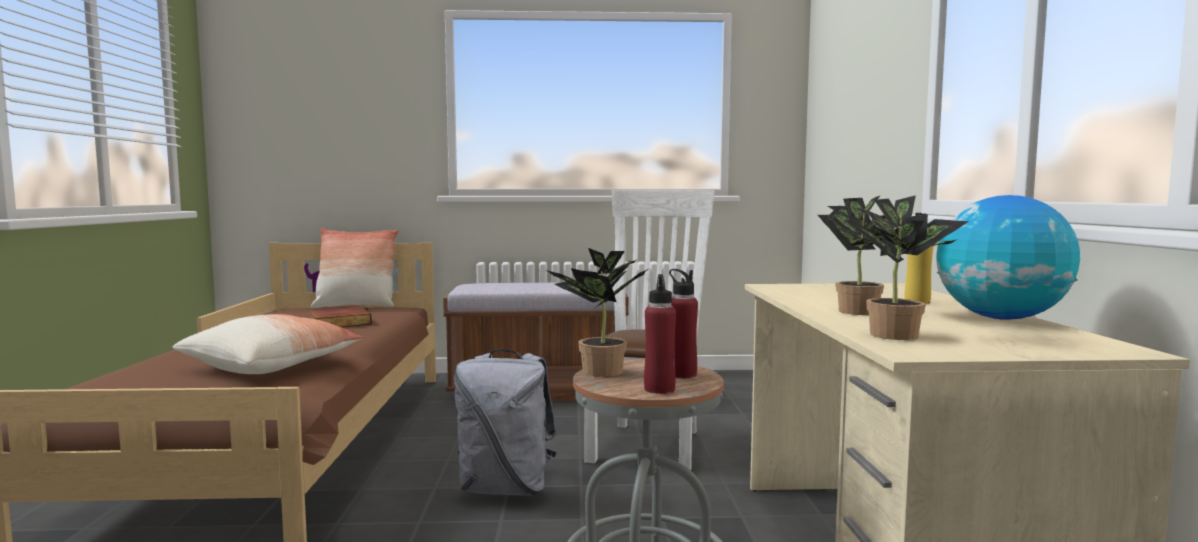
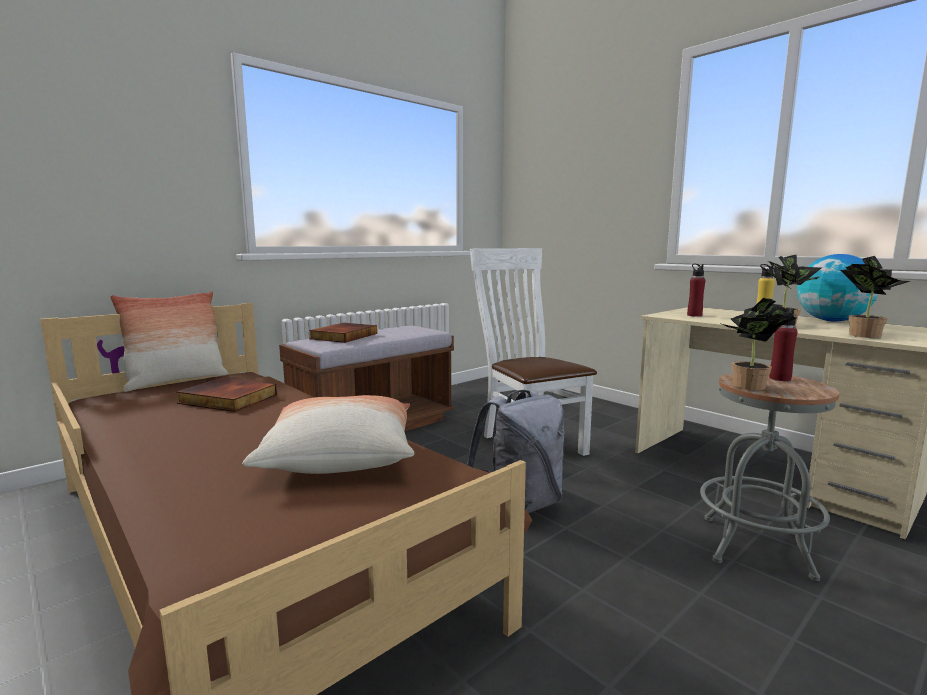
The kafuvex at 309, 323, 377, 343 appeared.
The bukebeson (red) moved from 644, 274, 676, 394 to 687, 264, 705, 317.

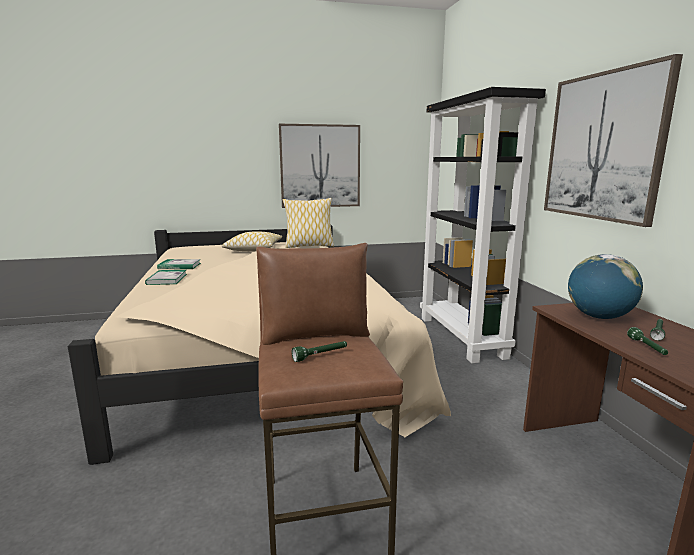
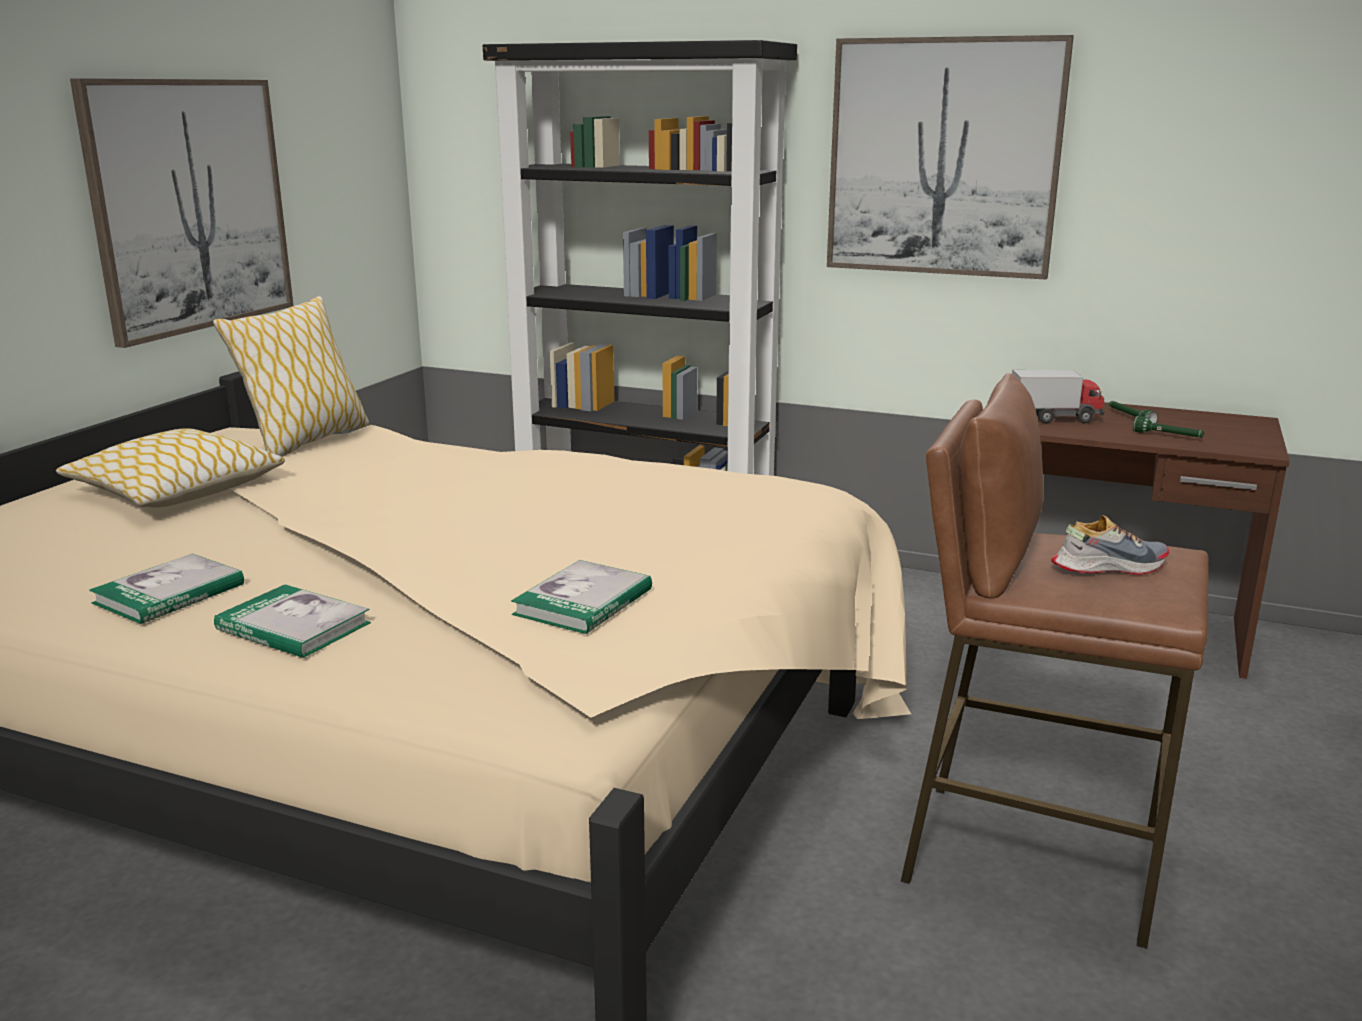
The kafuvex at 511, 560, 652, 634 appeared.
The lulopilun at 568, 254, 643, 319 was replaced by the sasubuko at 1012, 370, 1104, 423.
The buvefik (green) at 292, 341, 347, 362 was replaced by the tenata at 1051, 515, 1169, 575.

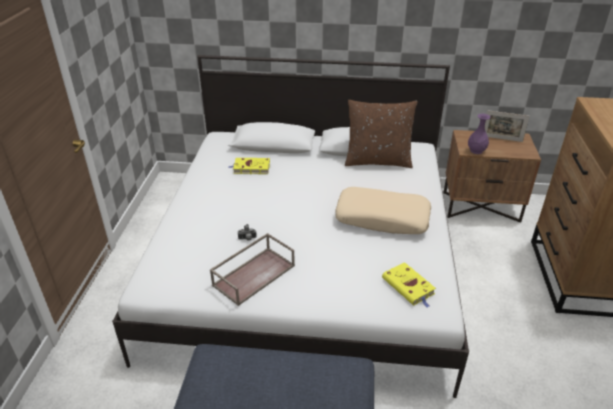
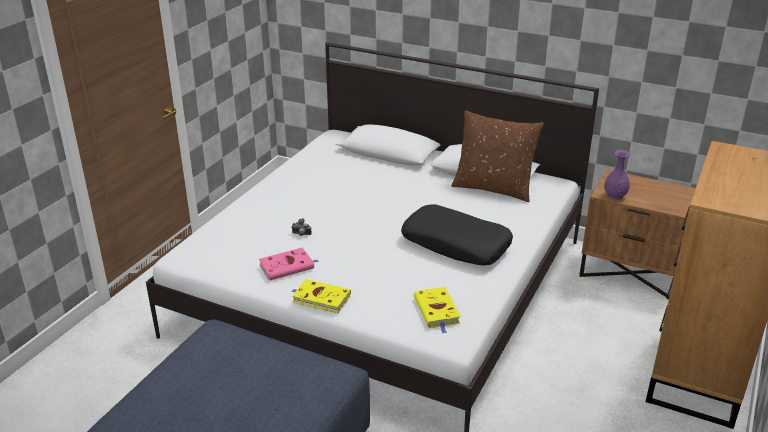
The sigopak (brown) at 210, 233, 295, 306 was replaced by the kafuvex (pink) at 259, 248, 319, 281.
The kafuvex (yellow) moved from 229, 158, 270, 174 to 291, 279, 351, 314.
The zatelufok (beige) at 335, 187, 431, 234 became the zatelufok (black) at 401, 204, 513, 266.
The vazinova at 485, 110, 530, 142 disappeared.

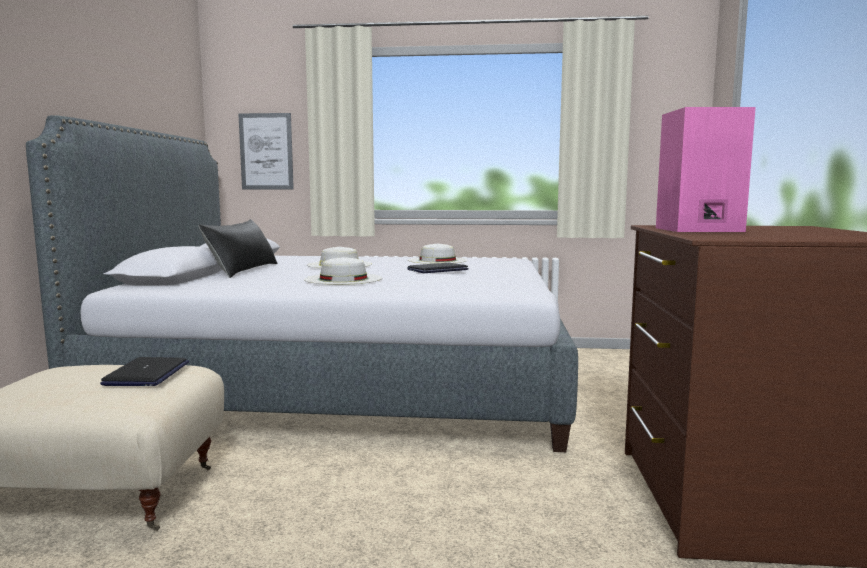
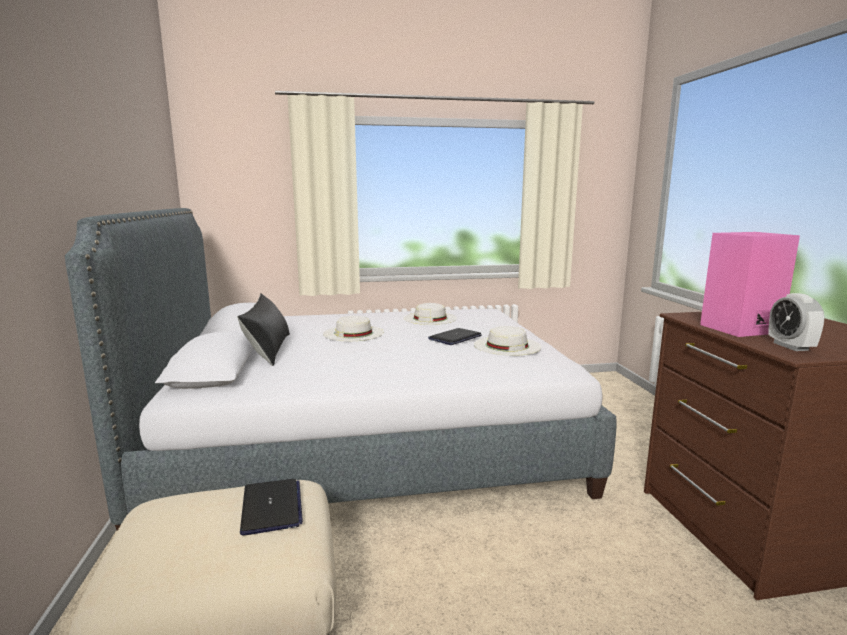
The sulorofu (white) moved from 304, 257, 382, 285 to 474, 326, 541, 356.
The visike at 768, 293, 824, 351 appeared.
The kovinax at 238, 113, 294, 189 disappeared.

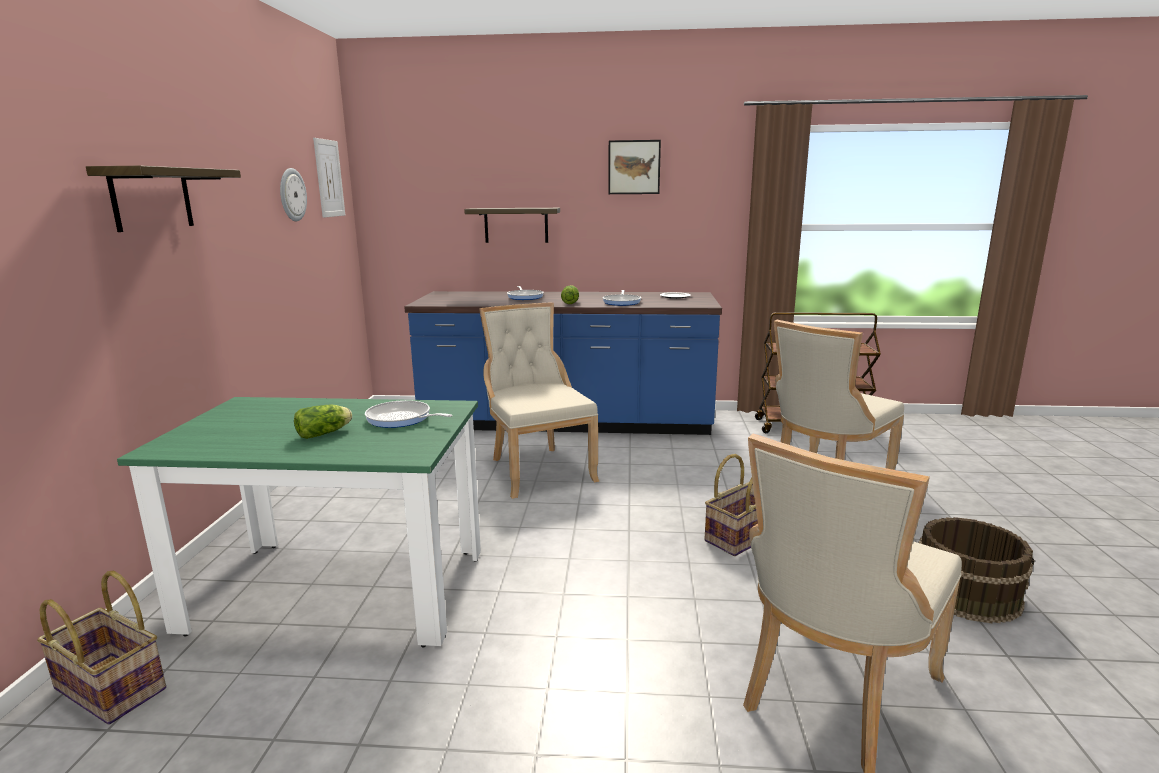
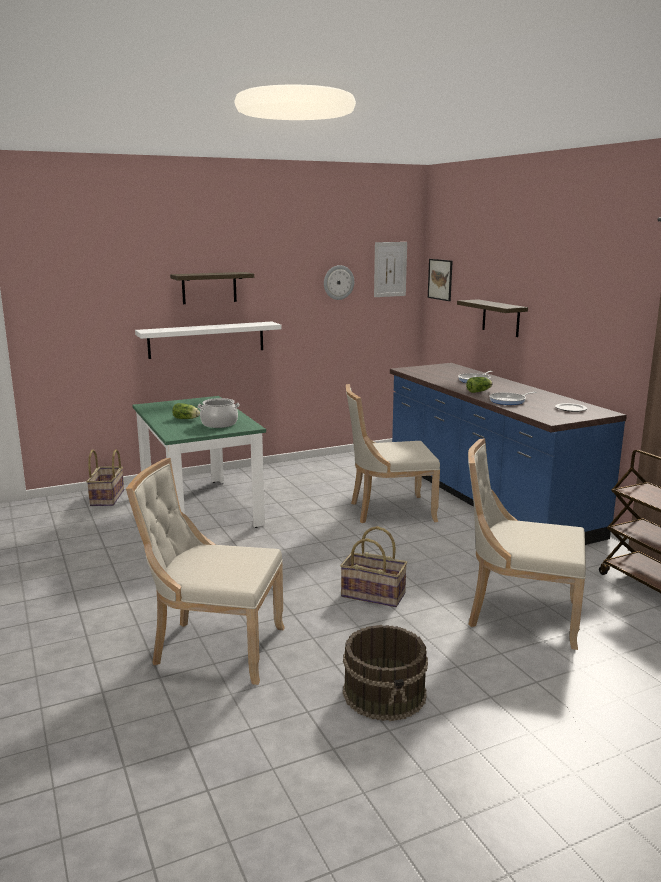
The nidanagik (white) at 135, 322, 281, 359 appeared.
The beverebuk at 365, 400, 453, 428 was replaced by the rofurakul at 197, 398, 240, 428.
The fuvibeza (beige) at 479, 303, 599, 499 turned 135 degrees counterclockwise.
The kovinax moved from 608, 140, 661, 194 to 428, 259, 453, 301.

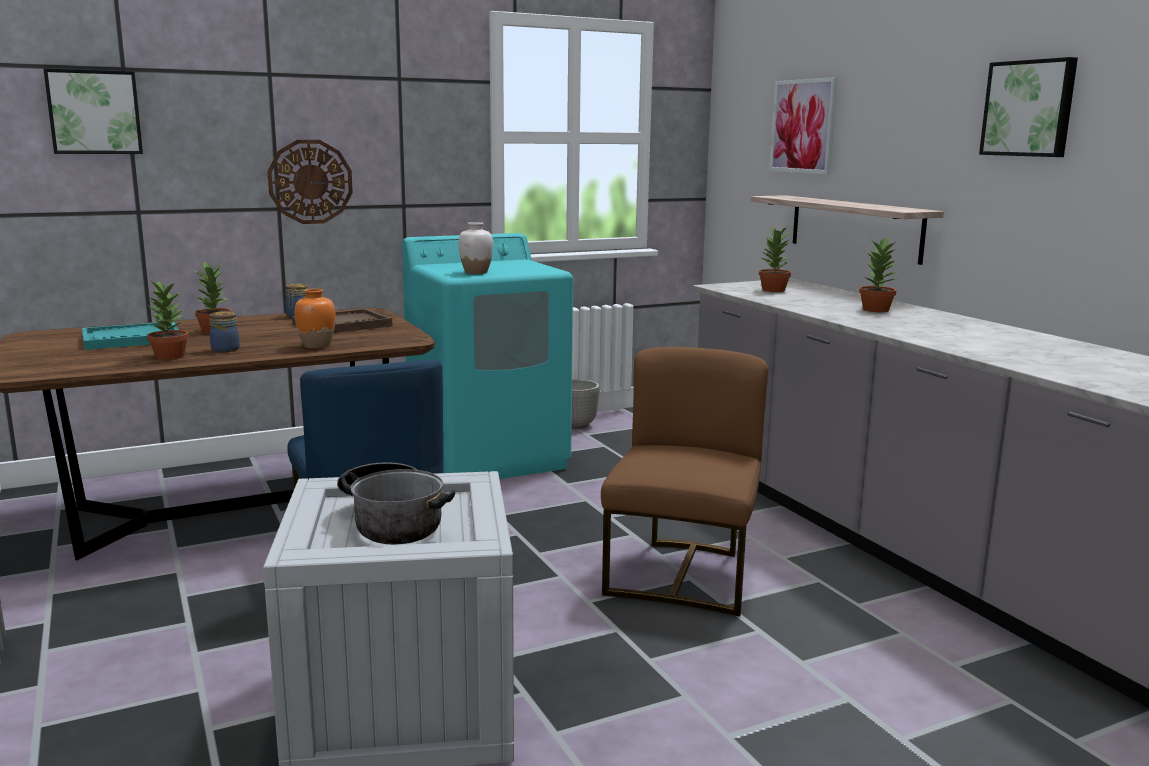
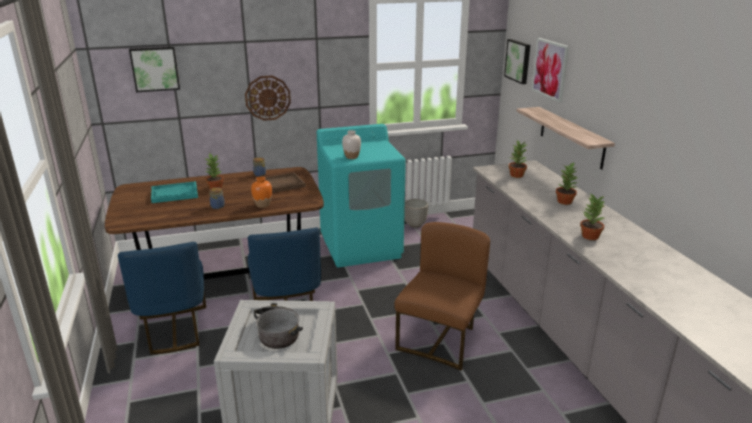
The fuvibeza (blue) at 118, 242, 206, 354 appeared.
The kovinax moved from 979, 57, 1078, 157 to 504, 39, 530, 84.
The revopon moved from 147, 281, 189, 360 to 580, 193, 605, 240.

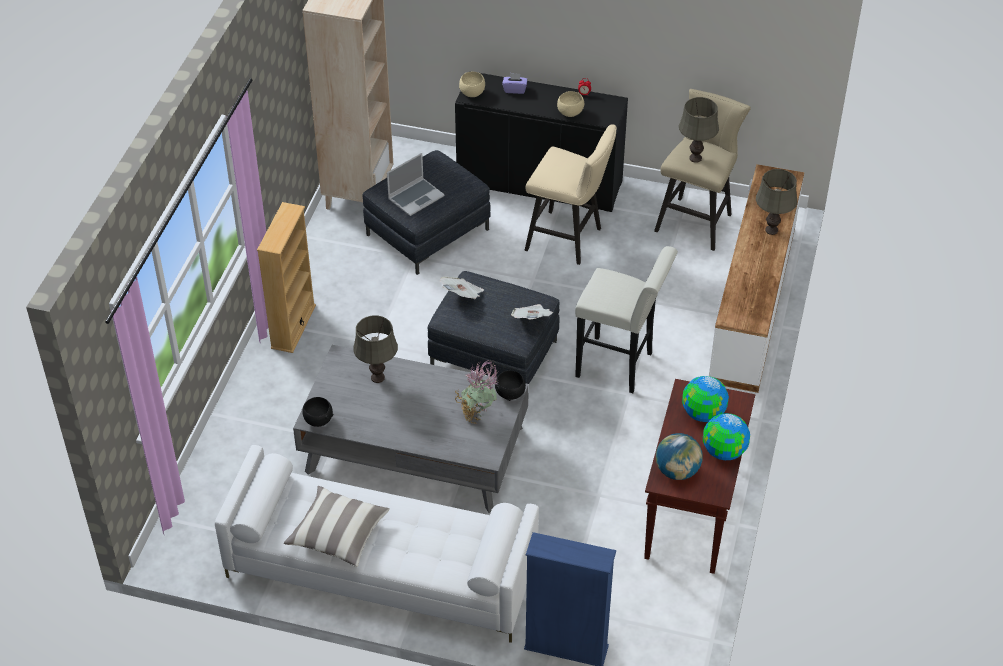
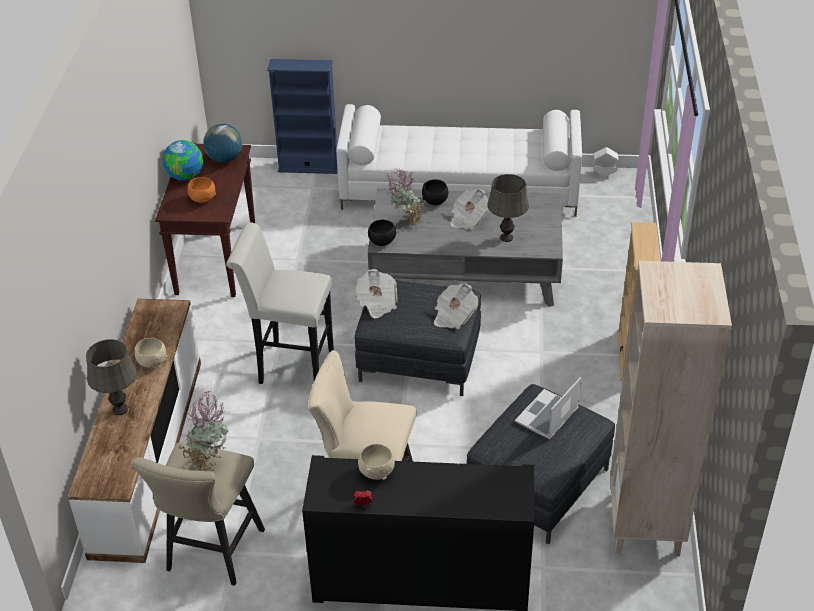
The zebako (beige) moved from 459, 72, 485, 97 to 134, 338, 167, 368.
The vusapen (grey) at 679, 97, 719, 163 was replaced by the revopon at 177, 391, 228, 471.
The lulopilun at 682, 376, 729, 422 was replaced by the zebako (orange) at 187, 177, 216, 203.
The zebako (black) moved from 302, 397, 333, 427 to 422, 179, 448, 205.
The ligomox at 450, 189, 489, 229 appeared.
The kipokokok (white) at 593, 147, 619, 177 appeared.
The zatelufok at 284, 486, 390, 567 disappeared.
The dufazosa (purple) at 502, 73, 527, 94 disappeared.

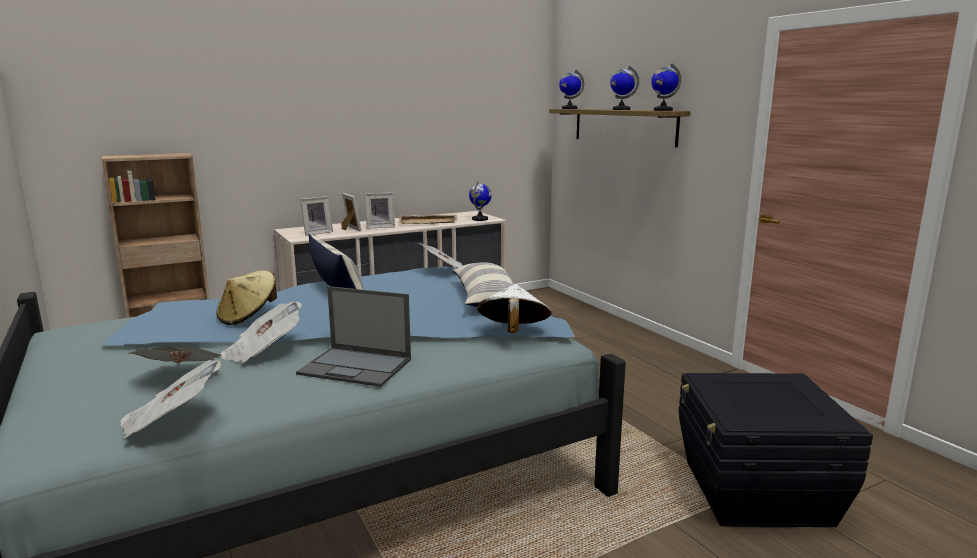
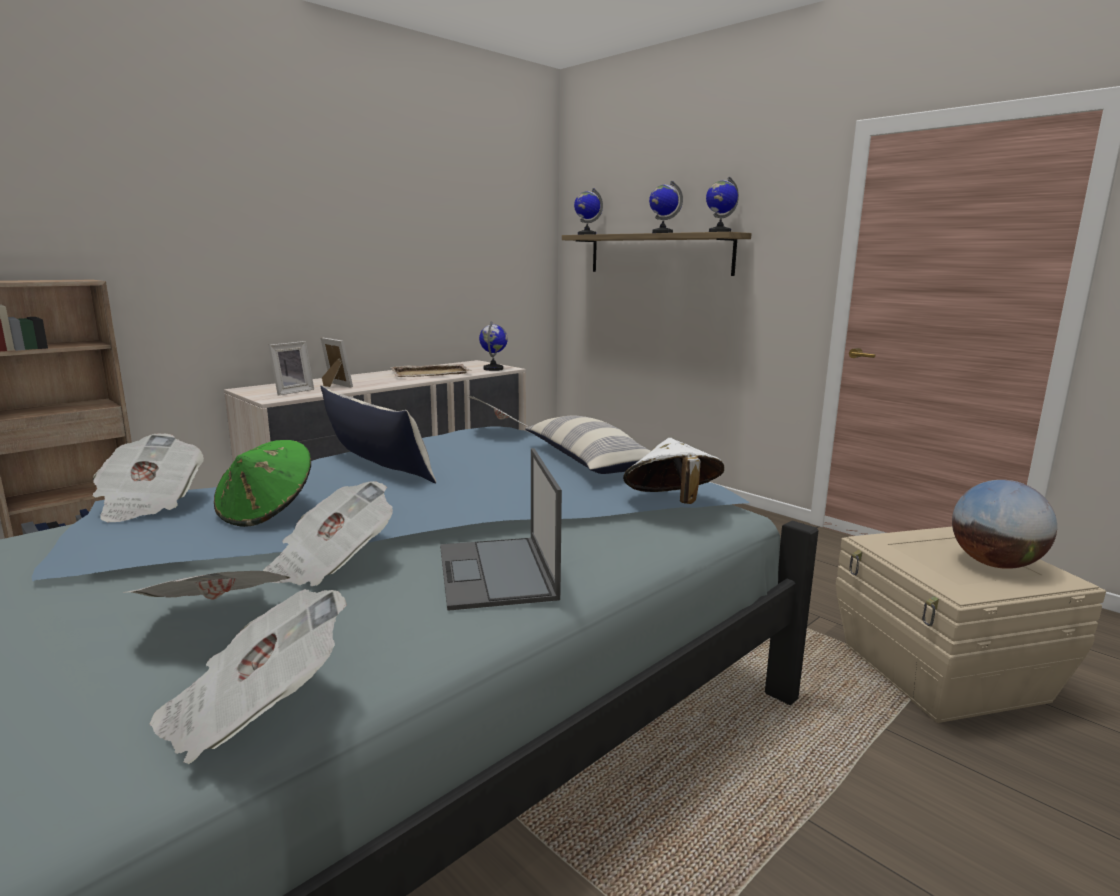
The ligomox at 92, 433, 204, 522 appeared.
The sulorofu (beige) at 216, 270, 277, 325 became the sulorofu (green) at 214, 440, 311, 527.
The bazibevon at 296, 286, 411, 387 turned 75 degrees clockwise.
The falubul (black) at 679, 373, 873, 527 became the falubul (beige) at 836, 527, 1106, 723.
The lulopilun at 952, 480, 1057, 569 appeared.
The vazinova at 365, 193, 395, 229 disappeared.

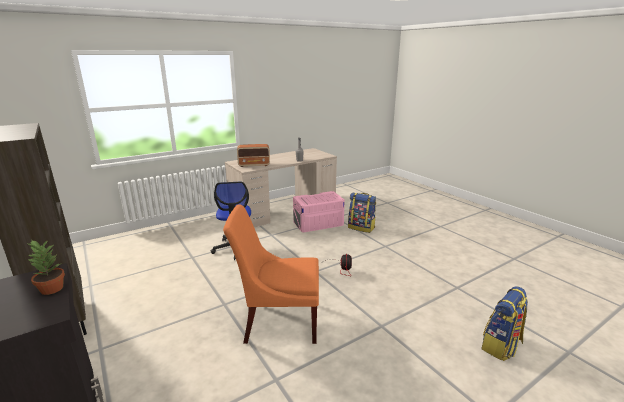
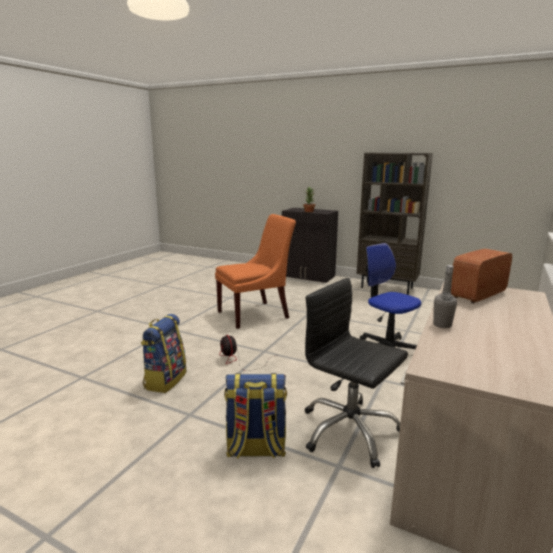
The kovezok moved from 481, 286, 528, 361 to 141, 314, 186, 393.
The falubul (pink) at 293, 191, 345, 232 was replaced by the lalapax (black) at 305, 278, 408, 468.

